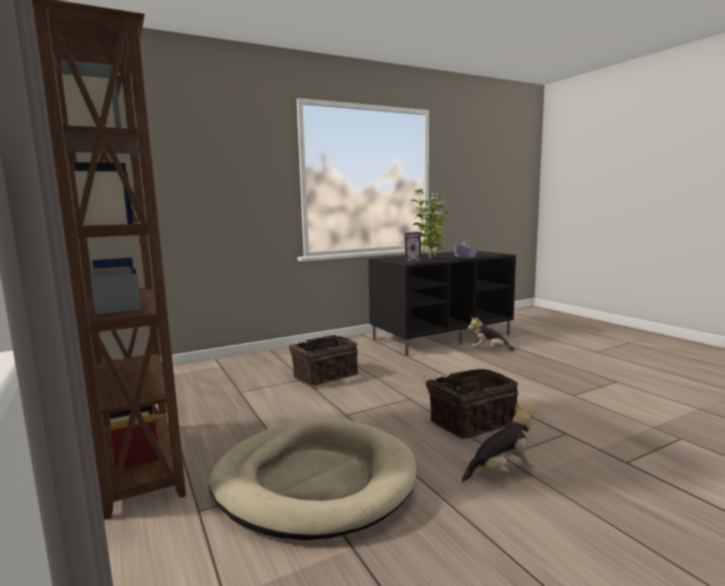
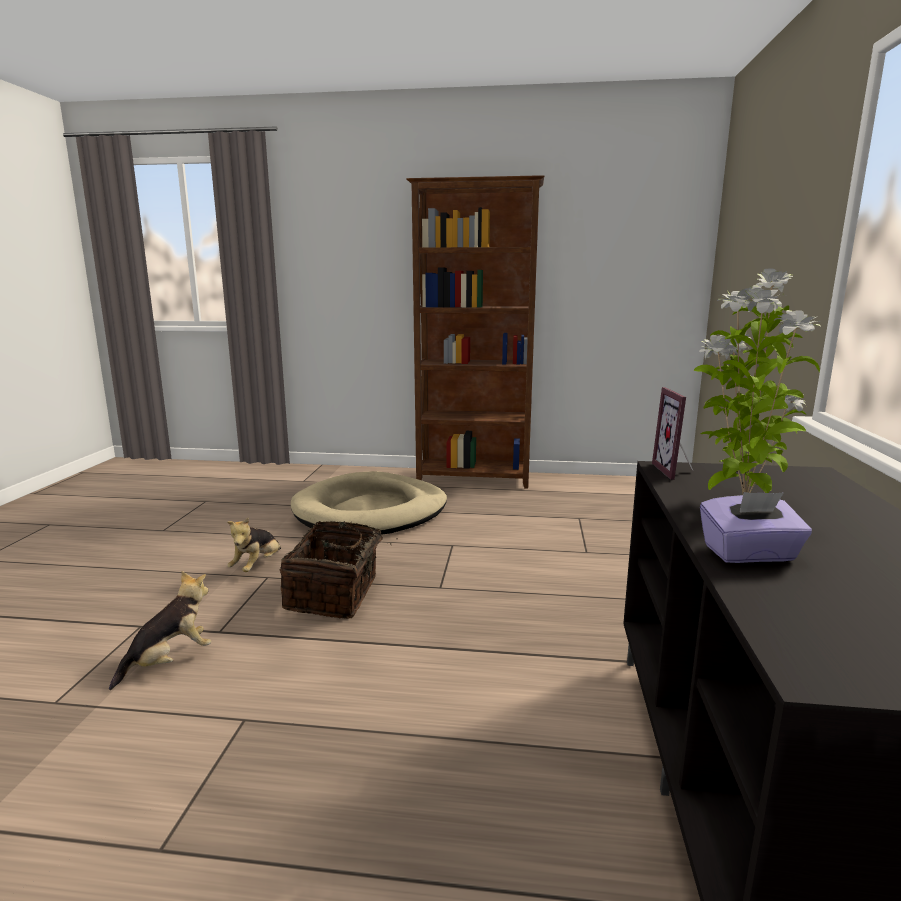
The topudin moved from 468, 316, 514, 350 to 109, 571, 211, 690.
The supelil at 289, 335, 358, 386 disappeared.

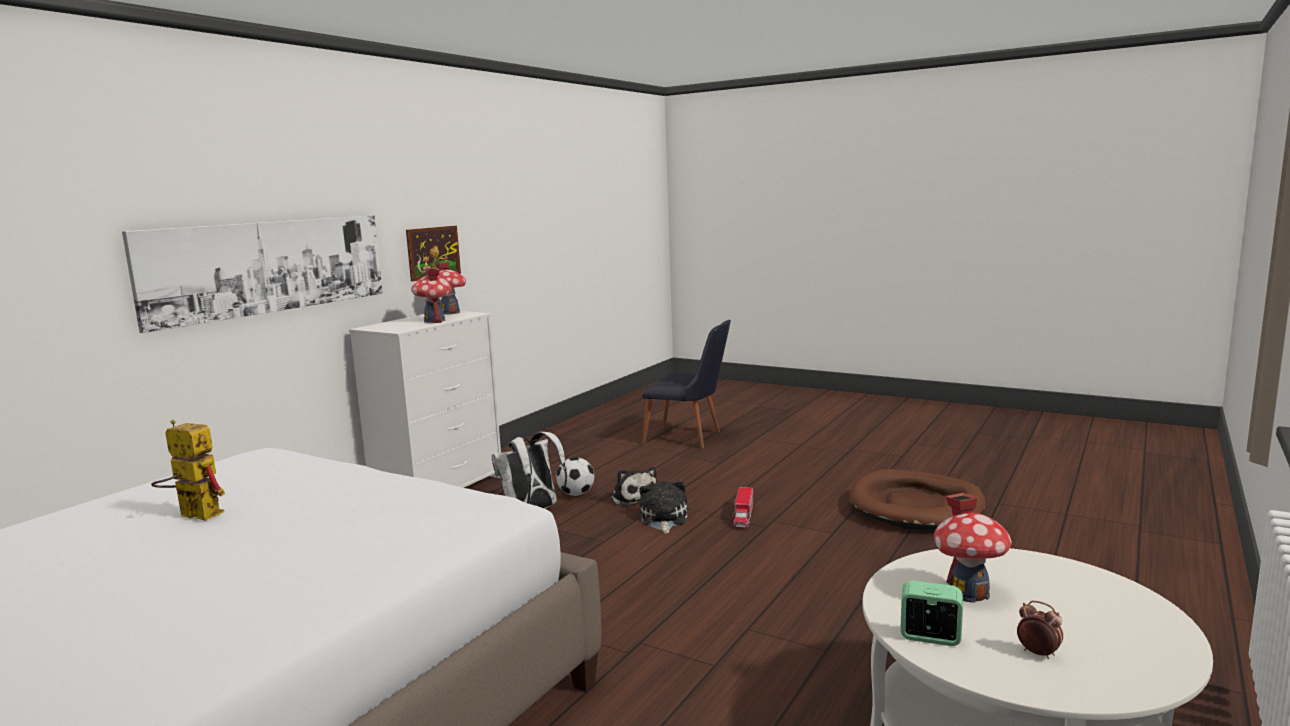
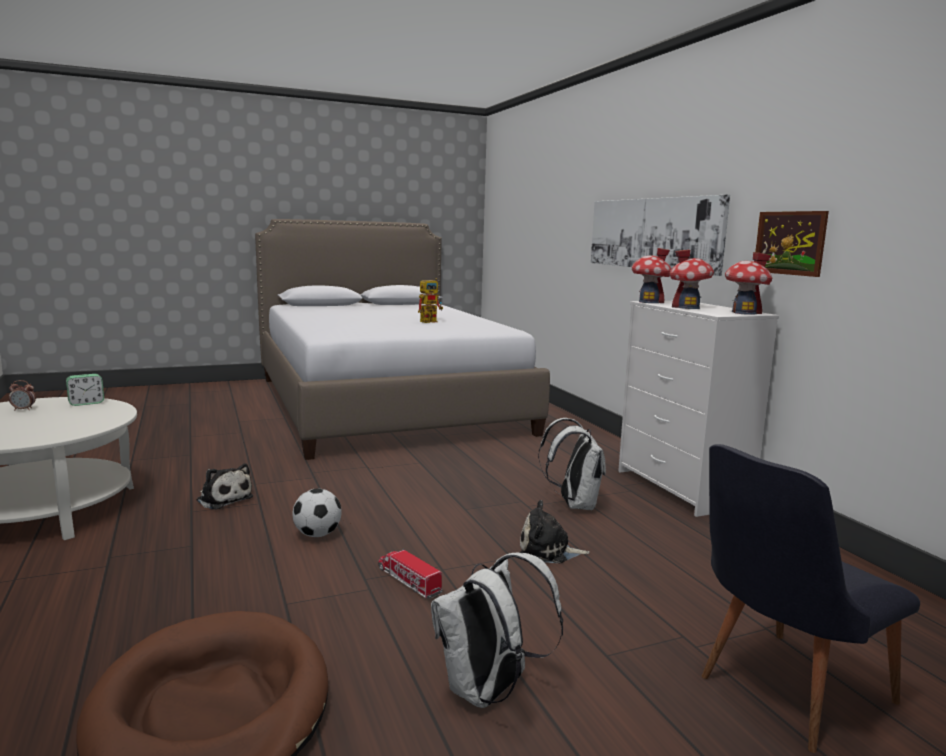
The topudin moved from 639, 480, 688, 534 to 197, 463, 253, 510.
The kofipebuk moved from 556, 457, 594, 496 to 293, 488, 342, 537.
The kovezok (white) at 431, 553, 563, 708 appeared.
The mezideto moved from 934, 493, 1012, 603 to 632, 248, 671, 303.

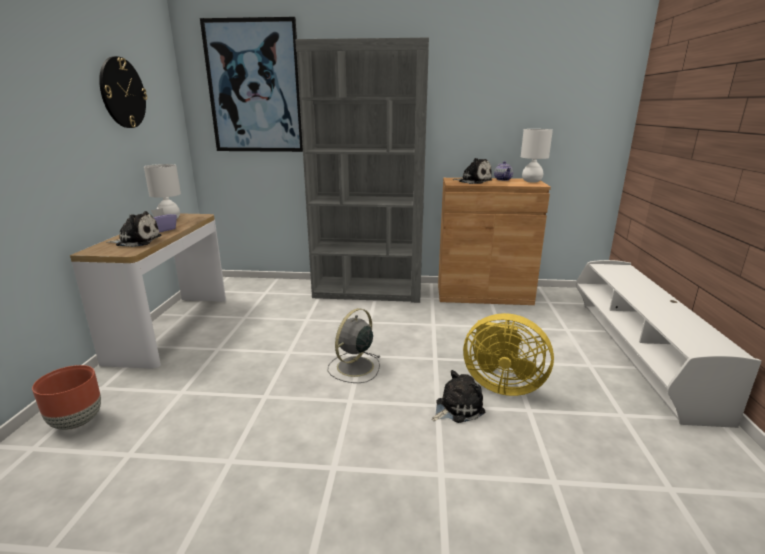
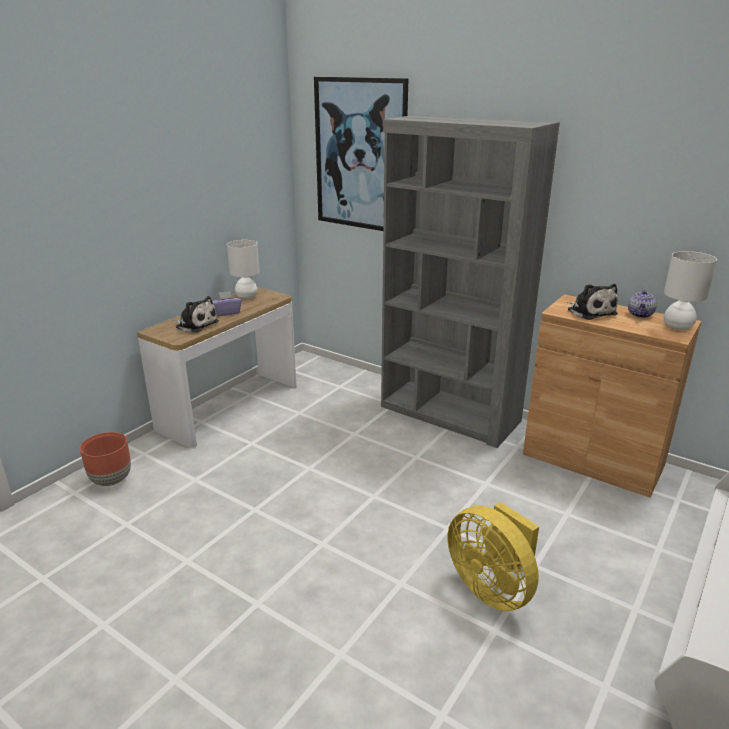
The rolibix at 99, 56, 147, 128 disappeared.
The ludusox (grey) at 328, 308, 380, 383 disappeared.
The topudin at 432, 370, 485, 423 disappeared.

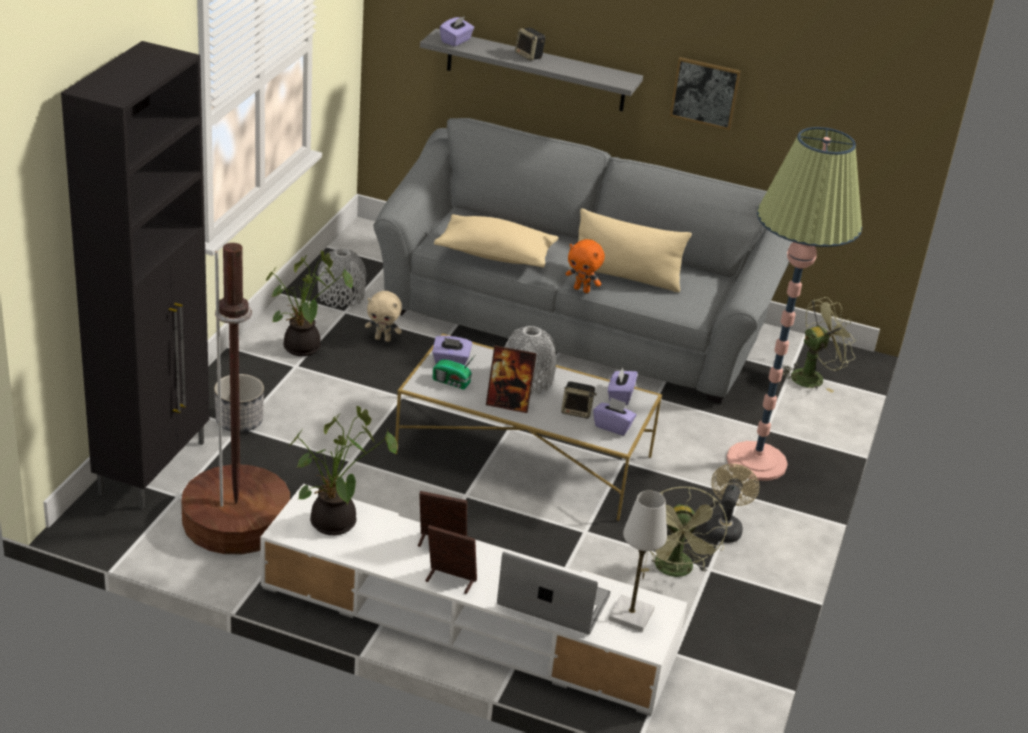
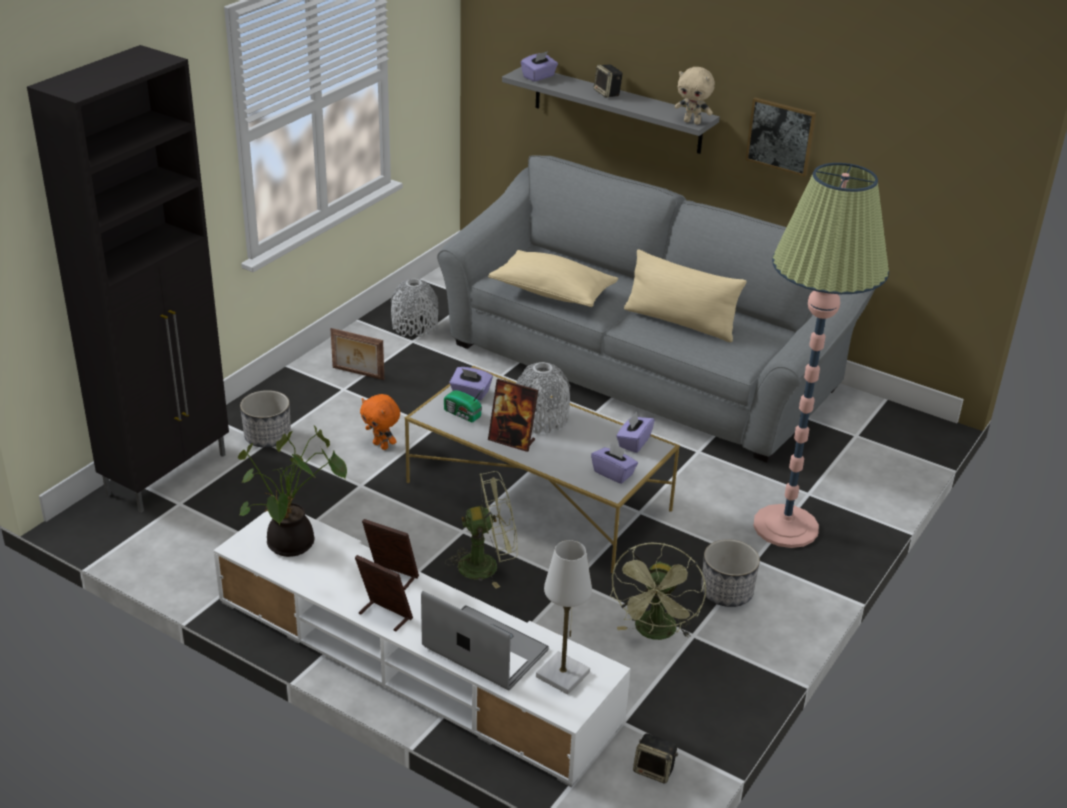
The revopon at 266, 251, 353, 356 was replaced by the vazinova at 330, 328, 384, 380.
The topudin (orange) moved from 565, 239, 605, 293 to 360, 394, 400, 450.
The ludusox (green) moved from 781, 297, 857, 393 to 445, 471, 518, 588.
The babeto moved from 561, 381, 597, 418 to 633, 733, 678, 784.
The topudin (beige) moved from 365, 291, 402, 342 to 674, 67, 715, 125.
The ludusox (beige) at 706, 464, 759, 543 was replaced by the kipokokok at 701, 539, 760, 607.
The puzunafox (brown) at 181, 243, 290, 554 disappeared.

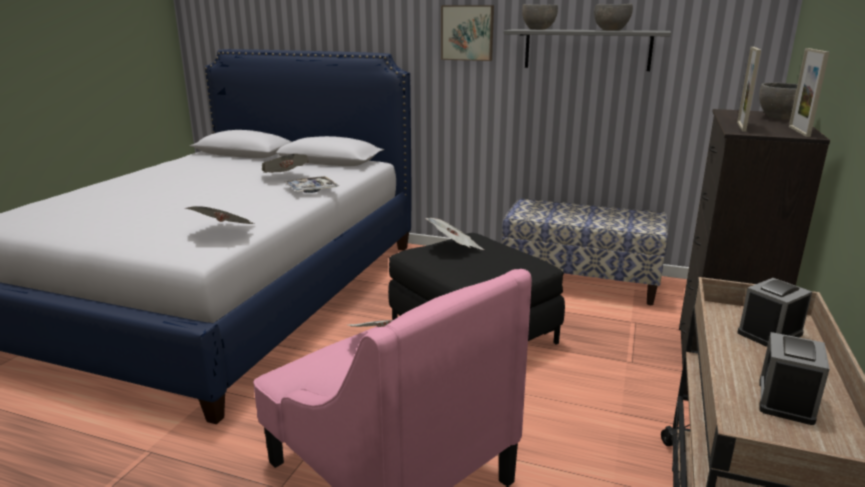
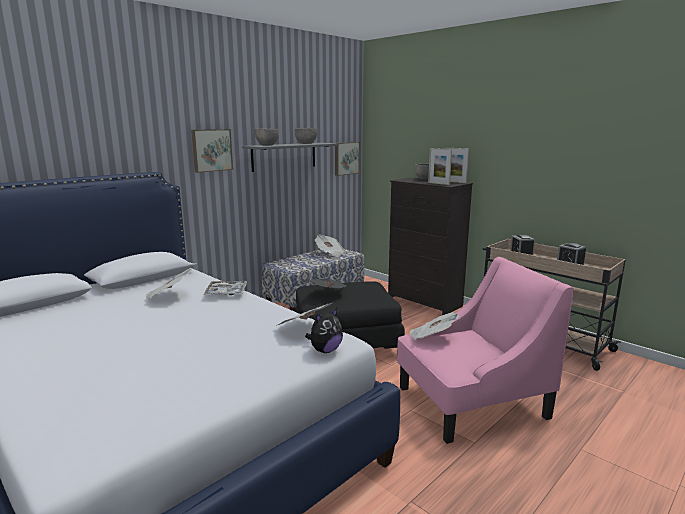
The topudin at 305, 308, 343, 353 appeared.
The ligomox at 315, 235, 345, 257 appeared.
The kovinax at 335, 142, 360, 176 appeared.

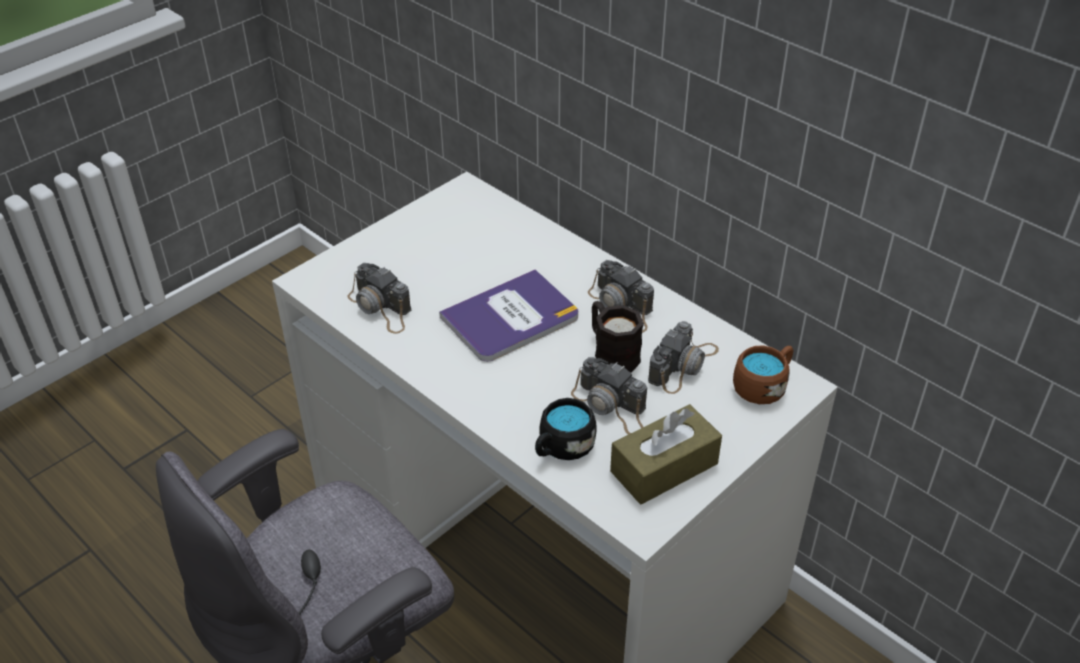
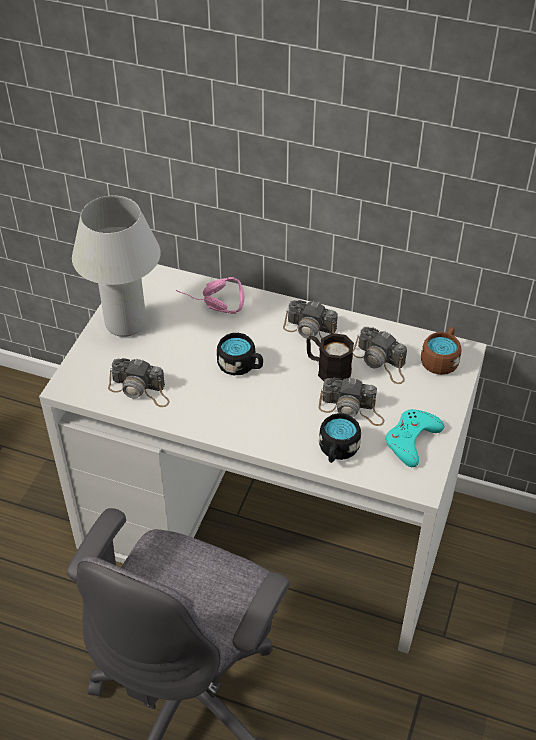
The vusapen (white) at 72, 196, 161, 337 appeared.
The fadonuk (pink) at 176, 277, 245, 314 appeared.
The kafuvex at 439, 269, 578, 361 was replaced by the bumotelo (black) at 217, 333, 263, 375.
The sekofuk at 648, 321, 719, 394 turned 120 degrees clockwise.
The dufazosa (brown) at 610, 404, 722, 504 was replaced by the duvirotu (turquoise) at 386, 409, 444, 467.

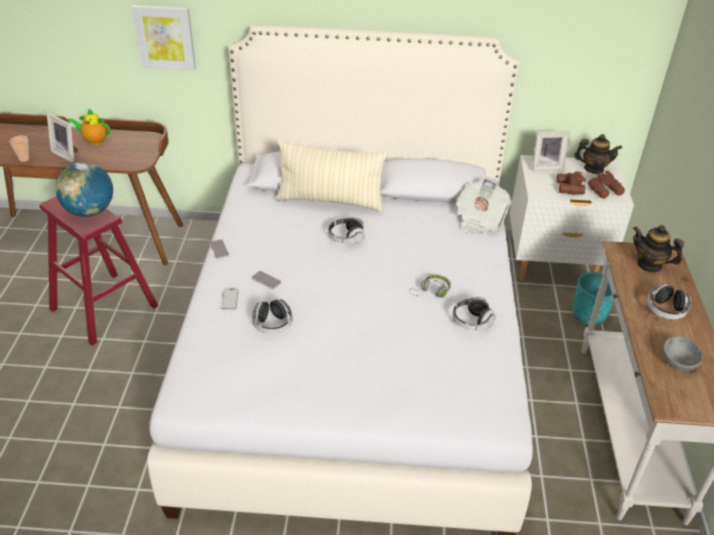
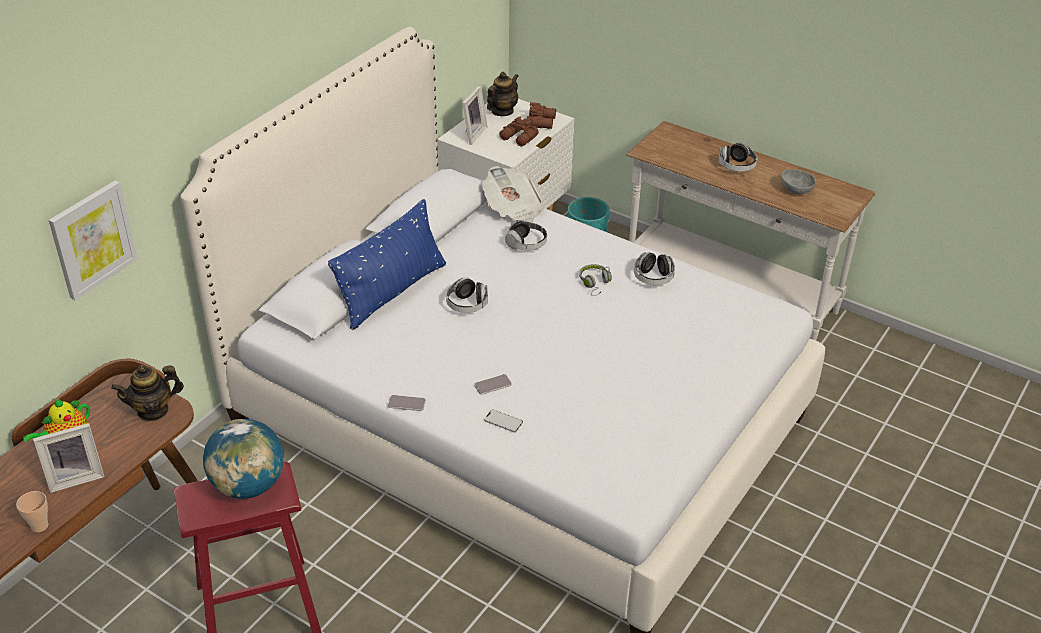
The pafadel moved from 633, 225, 684, 272 to 111, 365, 184, 421.
The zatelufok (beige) at 276, 141, 387, 212 became the zatelufok (blue) at 328, 199, 446, 330.
The fadonuk moved from 252, 299, 293, 334 to 505, 220, 547, 250.

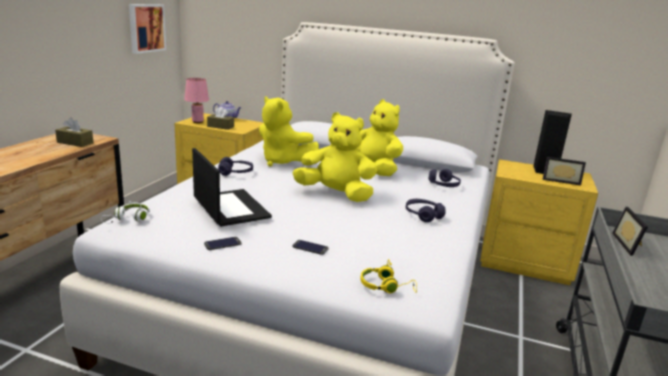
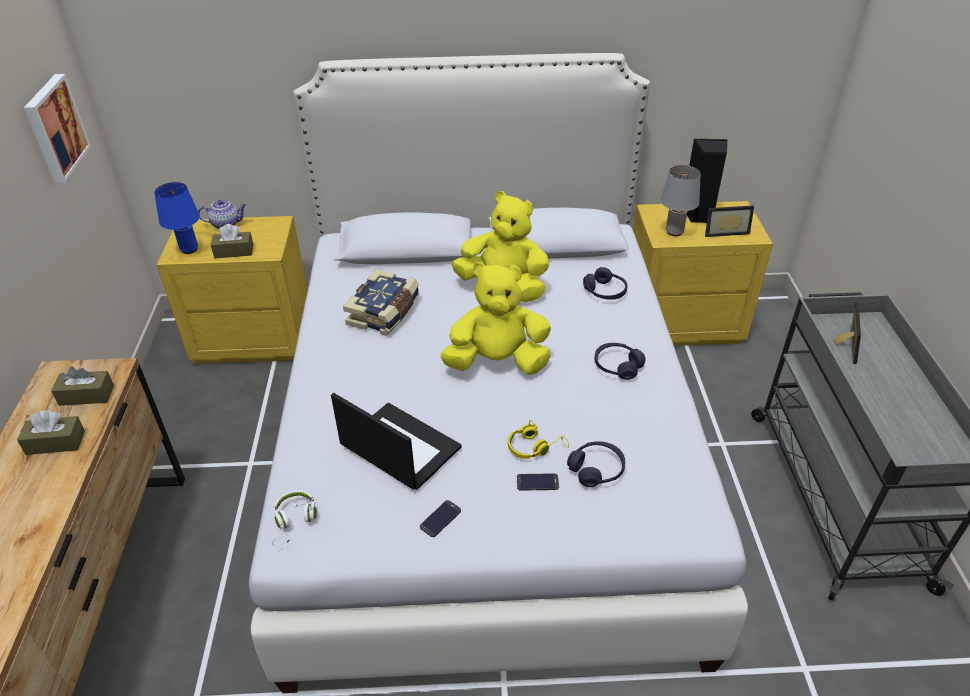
The dufazosa (brown) at 17, 411, 85, 455 appeared.
The vusapen (pink) at 184, 78, 209, 123 became the vusapen (blue) at 154, 182, 200, 254.
The topudin (yellow) at 259, 96, 319, 167 was replaced by the kafuvex at 343, 269, 420, 336.
The fadonuk (yellow) moved from 361, 259, 417, 293 to 508, 419, 569, 459.
The fadonuk (purple) moved from 218, 157, 253, 176 to 567, 441, 625, 487.
The vusapen (grey) at 661, 165, 701, 236 appeared.
The vazinova at 612, 206, 648, 256 turned 150 degrees counterclockwise.

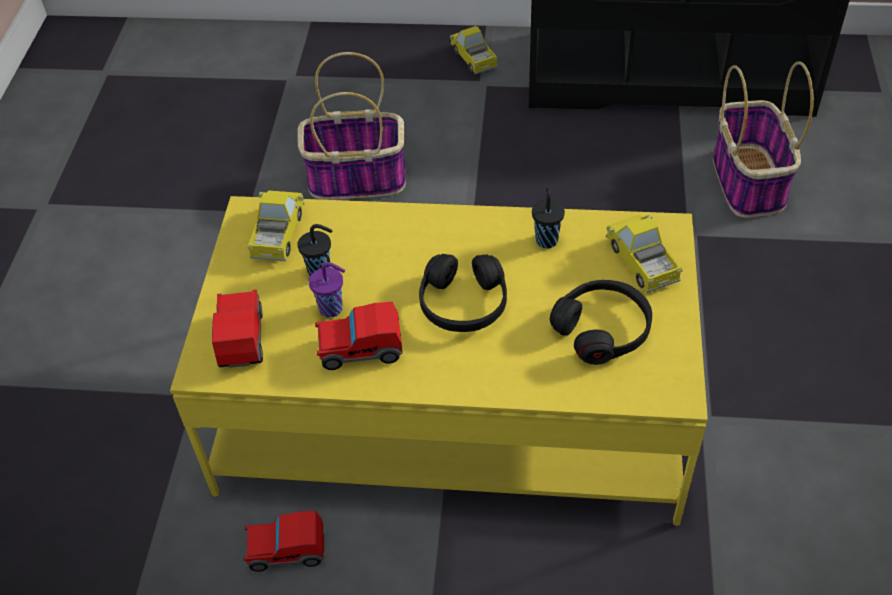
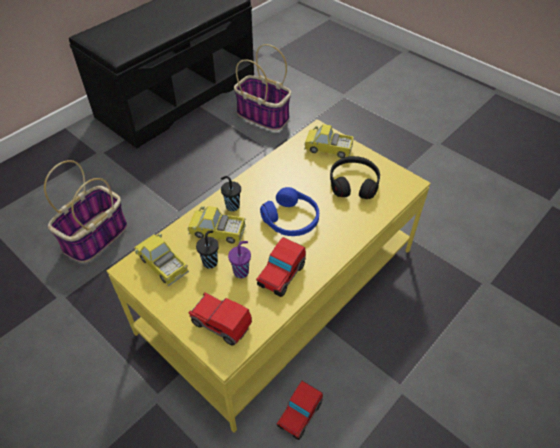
The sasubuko moved from 450, 26, 498, 74 to 187, 206, 246, 244.
The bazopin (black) moved from 532, 188, 565, 248 to 221, 176, 241, 211.
The fadonuk (black) at 419, 254, 507, 332 became the fadonuk (blue) at 260, 187, 319, 236.

